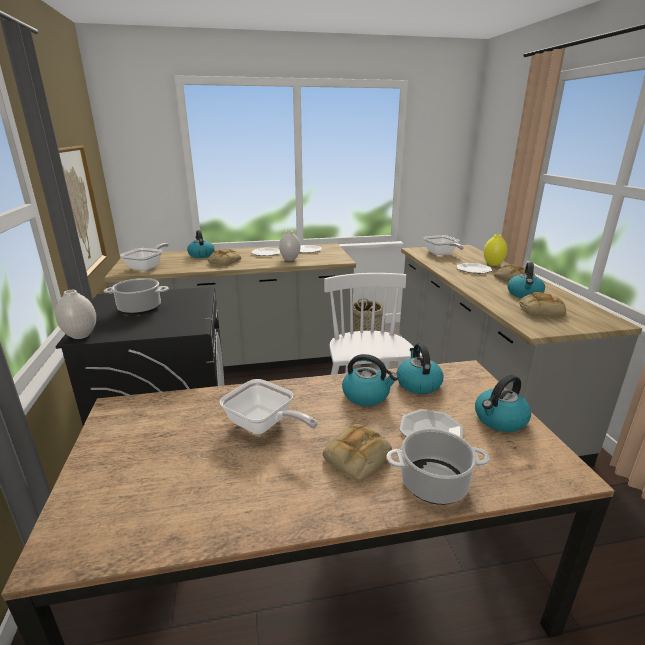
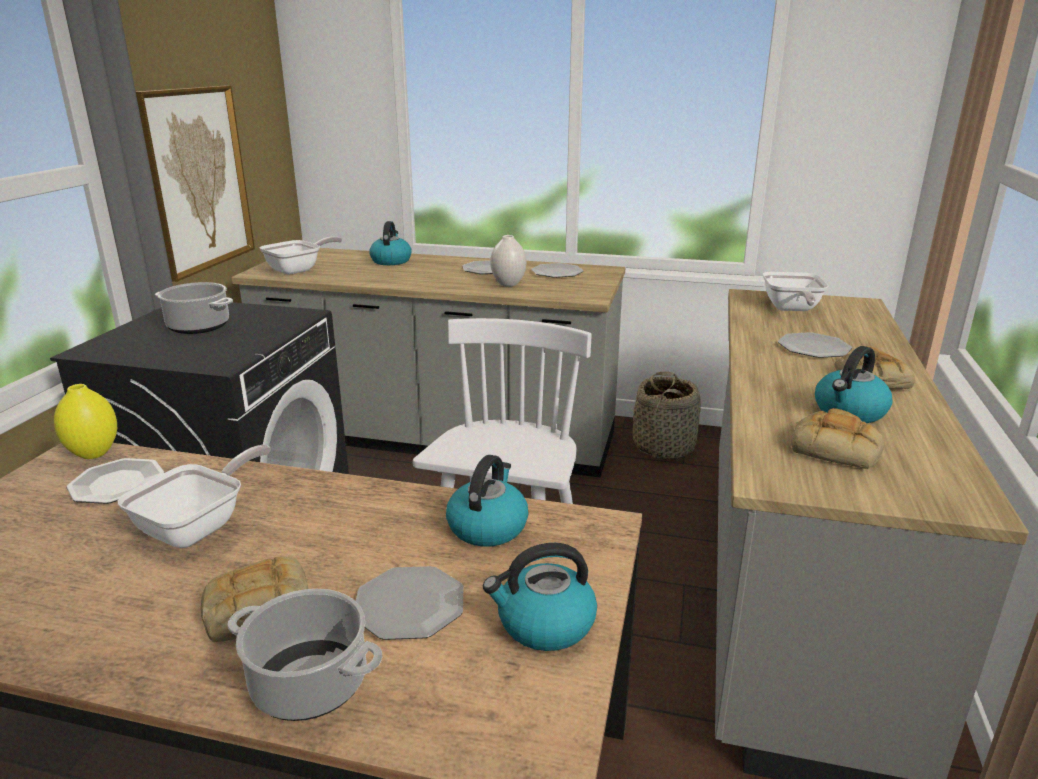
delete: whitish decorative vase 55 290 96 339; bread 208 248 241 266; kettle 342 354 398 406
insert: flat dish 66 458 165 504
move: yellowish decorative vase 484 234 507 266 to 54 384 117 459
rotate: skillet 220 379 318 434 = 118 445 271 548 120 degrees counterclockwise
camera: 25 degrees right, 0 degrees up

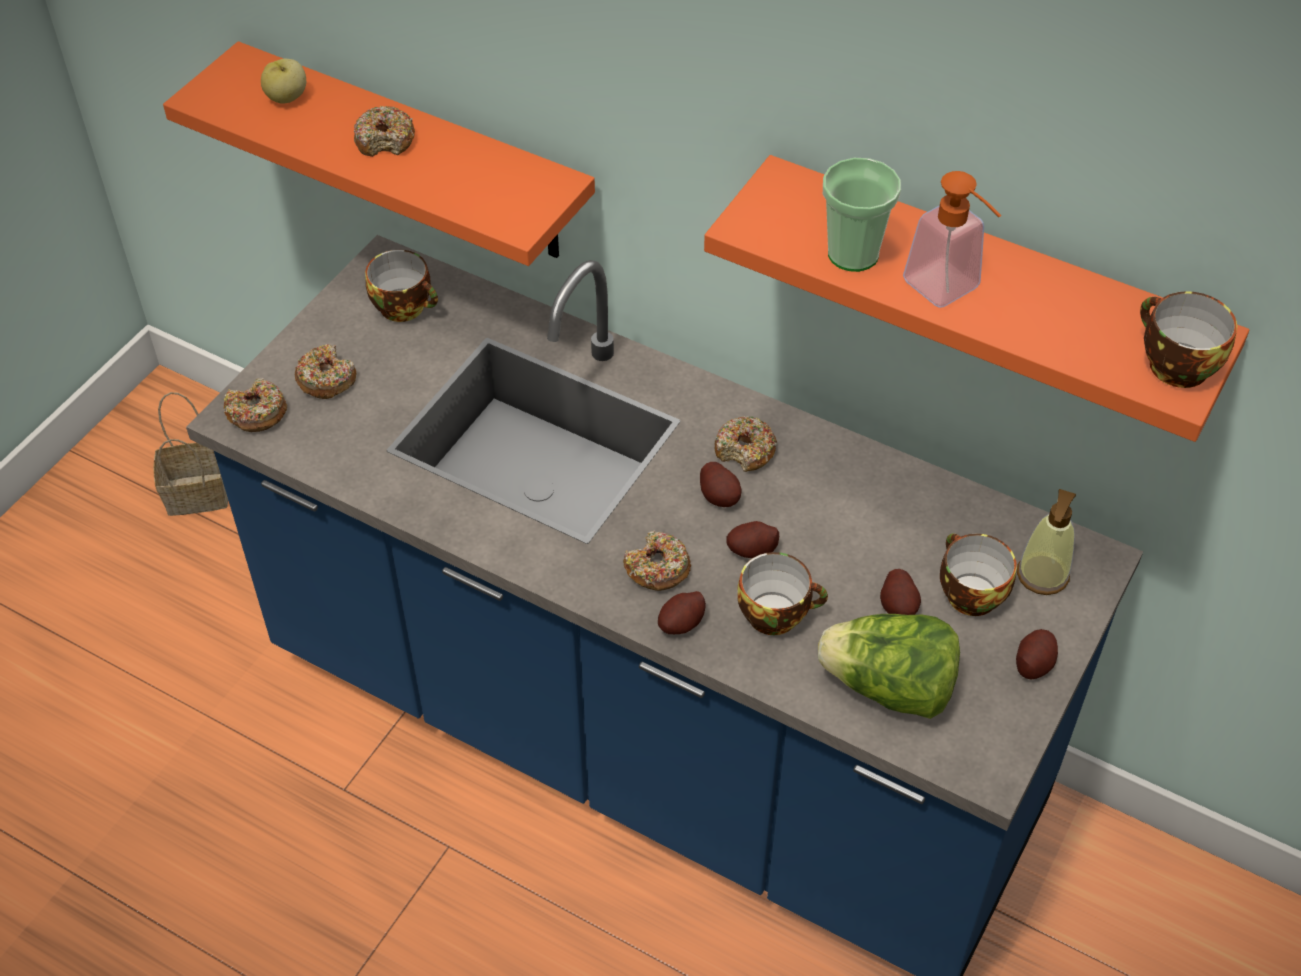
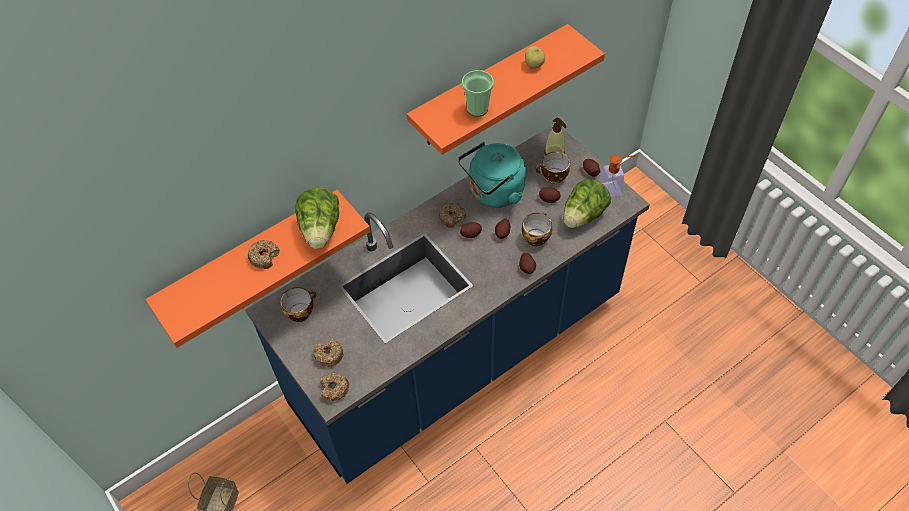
delete: ring doughnut 623 531 691 591; drinking cup 1140 291 1237 388
insert: head of lettuce 295 188 339 249; blue-green kettle 458 142 526 208
move: apple 261 59 306 104 to 525 46 545 69; soap dispenser 903 171 1001 308 to 599 155 636 197
camera: 65 degrees left, 5 degrees up

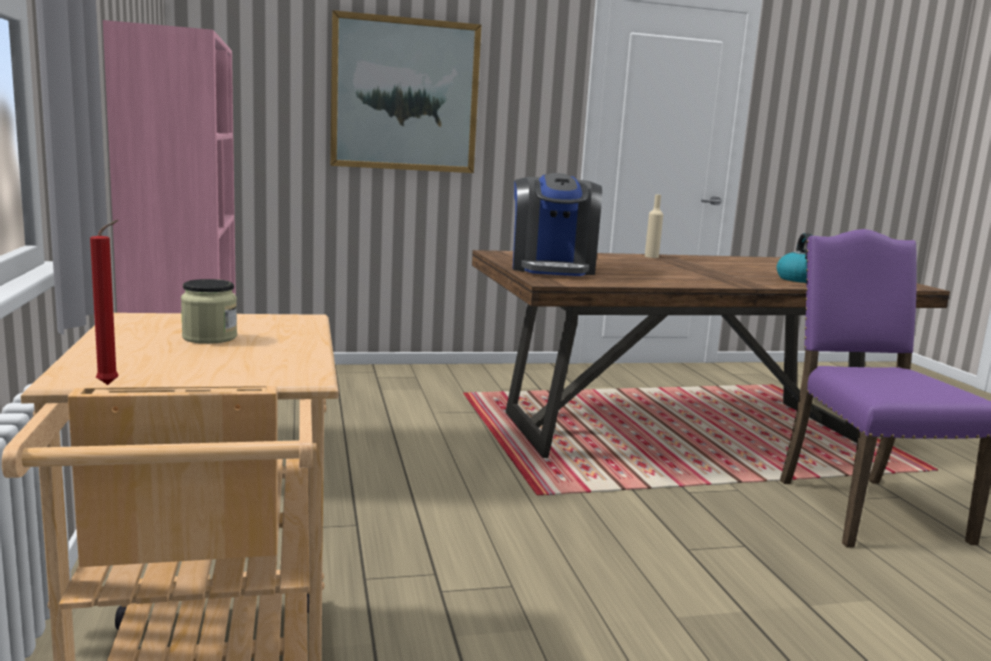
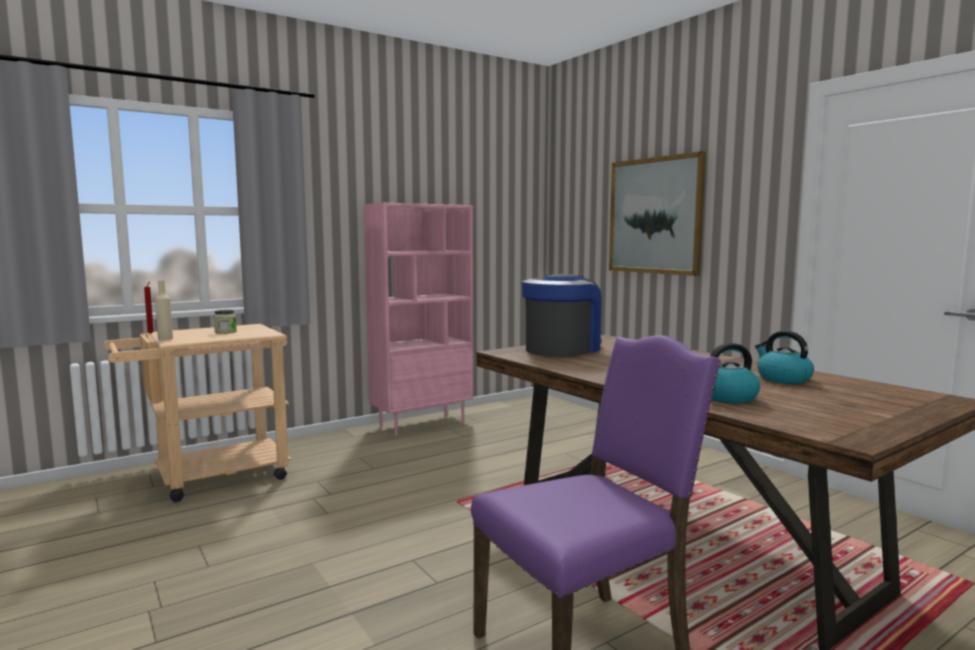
insert: kettle 755 331 814 384
move: beige bottle 645 195 663 258 to 155 280 173 340
rotate: coffee machine 513 173 602 276 = 522 274 602 357 150 degrees clockwise
camera: 70 degrees right, 5 degrees down

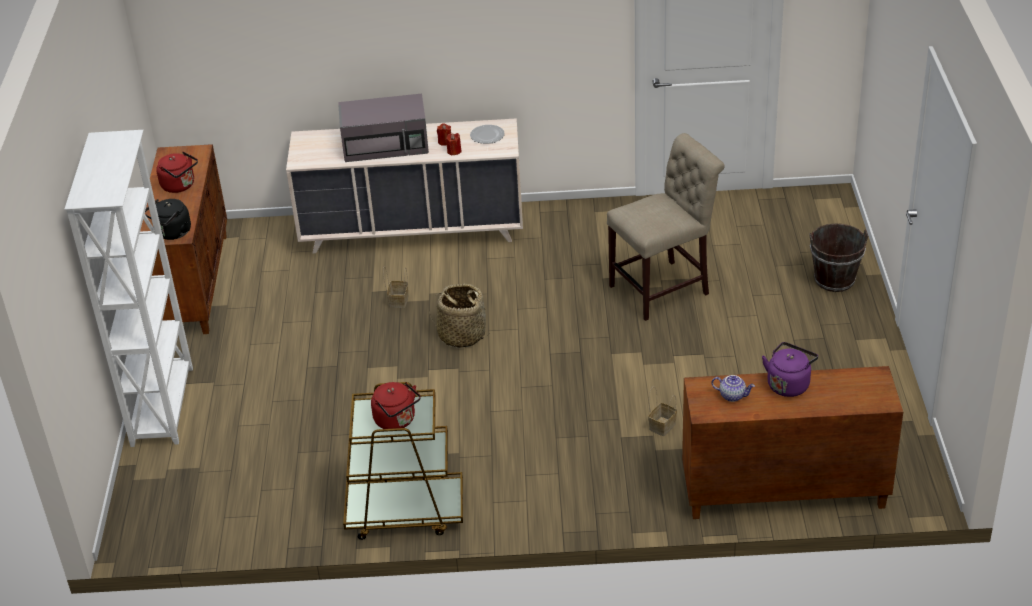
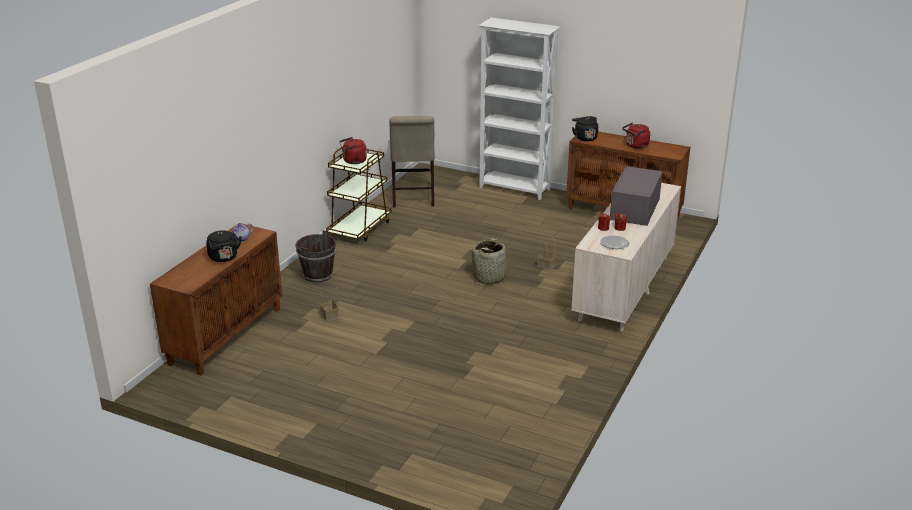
move: beige chair 607 133 724 321 to 389 116 435 207; brown-coloured pail 809 223 868 292 to 295 230 336 283
recolor: purplish kettle 762 342 818 397 to black-coloured kettle 206 230 242 262
camera: 115 degrees right, 10 degrees down

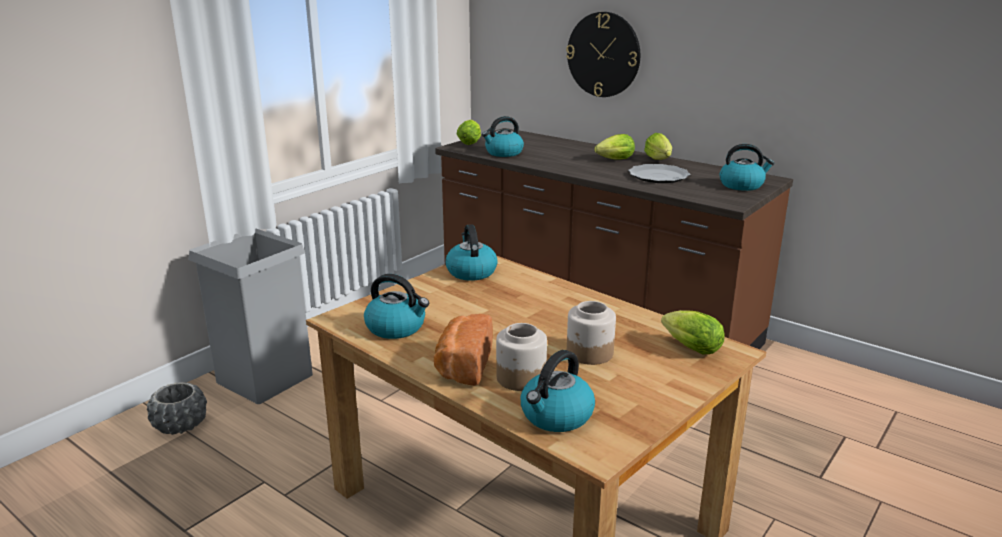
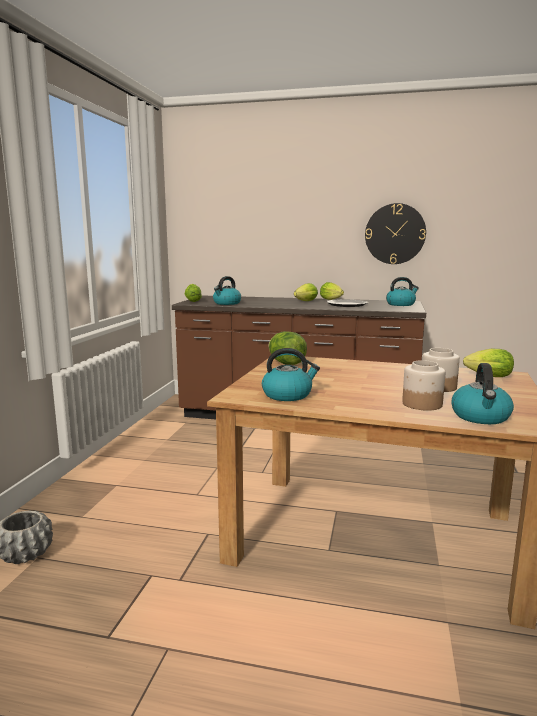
delete: gray trash can 189 228 313 404; bread 434 314 493 386
move: hanging clock 566 12 640 97 to 365 203 426 264
replace: kettle 446 224 498 281 to head of lettuce 269 331 307 365
camera: 25 degrees left, 10 degrees down

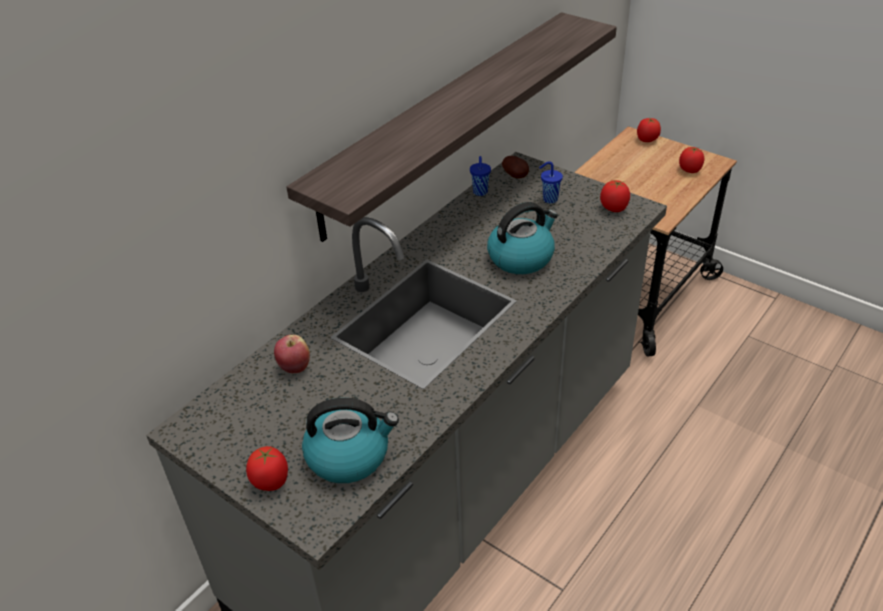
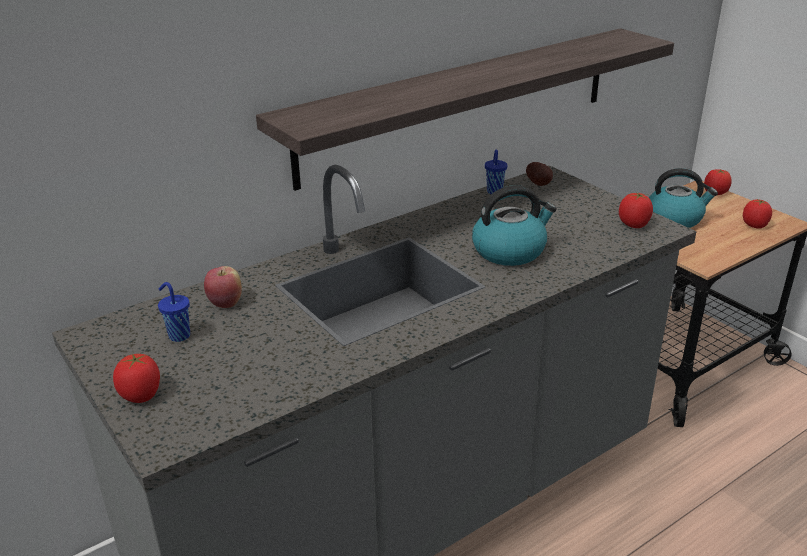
move: kettle 302 398 399 483 to 649 168 718 228; blue drinking cup 539 161 563 203 to 158 282 190 342
camera: 15 degrees right, 10 degrees down

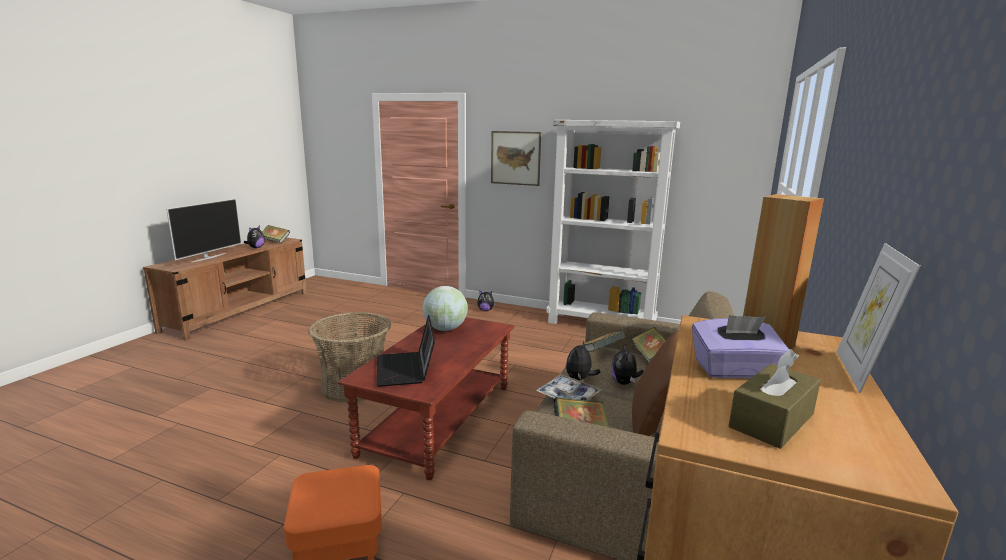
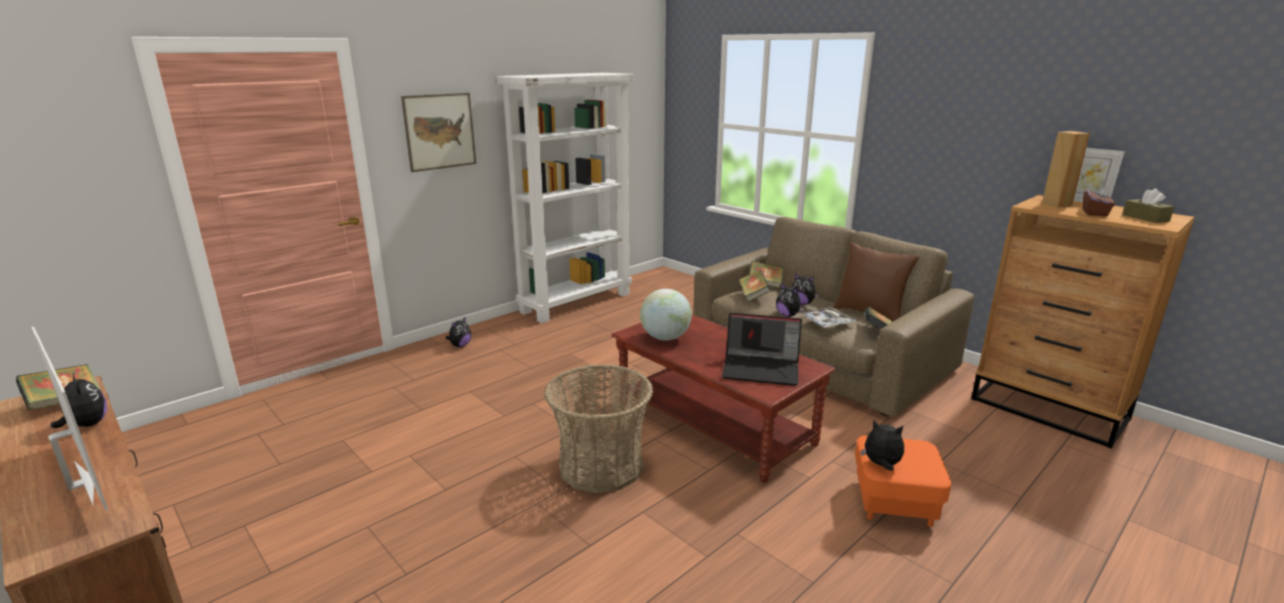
insert: cuddly toy 861 421 904 471
recolor: purplish tissue holder 692 315 789 378 to brown-coloured tissue holder 1082 185 1115 217
camera: 65 degrees left, 5 degrees up

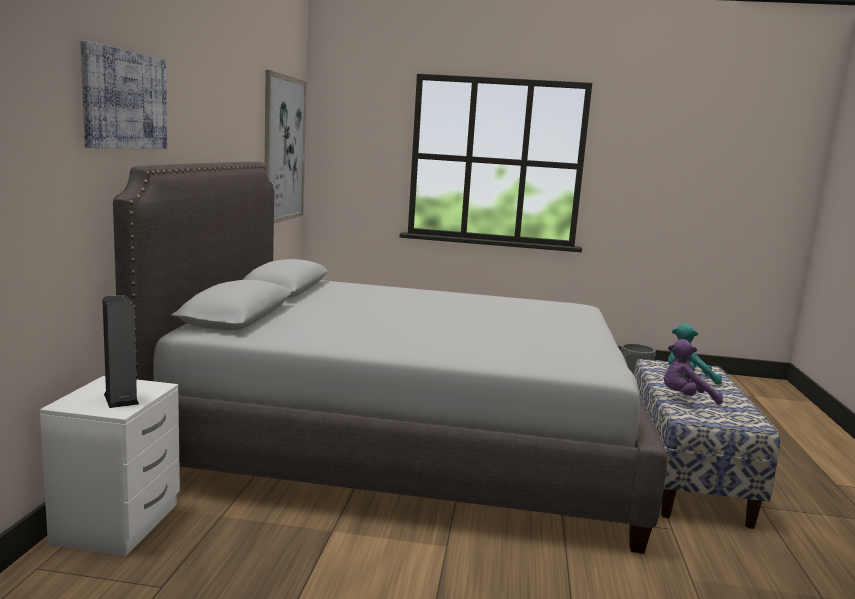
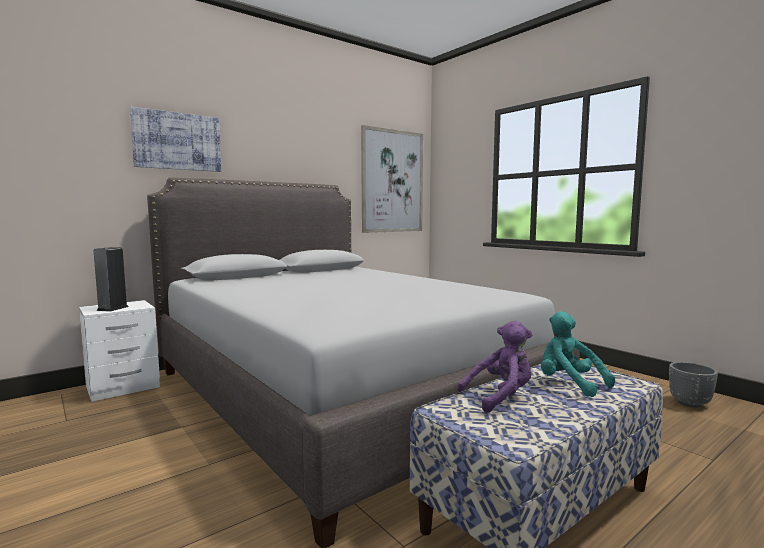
rotate: purplish cuddly toy 664 339 723 405 = 457 321 533 413 120 degrees clockwise
camera: 45 degrees right, 5 degrees down

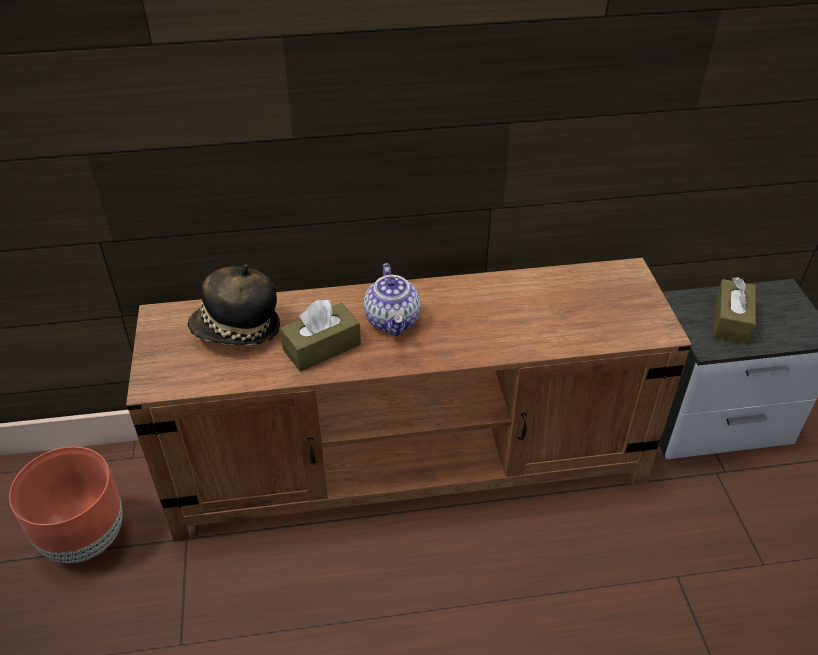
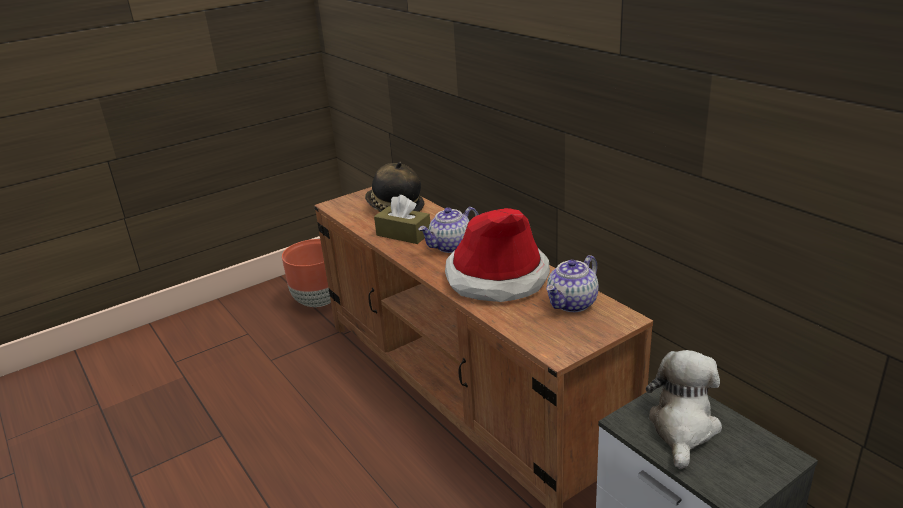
insert: clothing hat 445 208 550 302; tea pot 546 255 598 312
replace: brown-coloured tissue holder 714 277 756 344 to cuddly toy 646 350 722 469
camera: 65 degrees right, 15 degrees down

